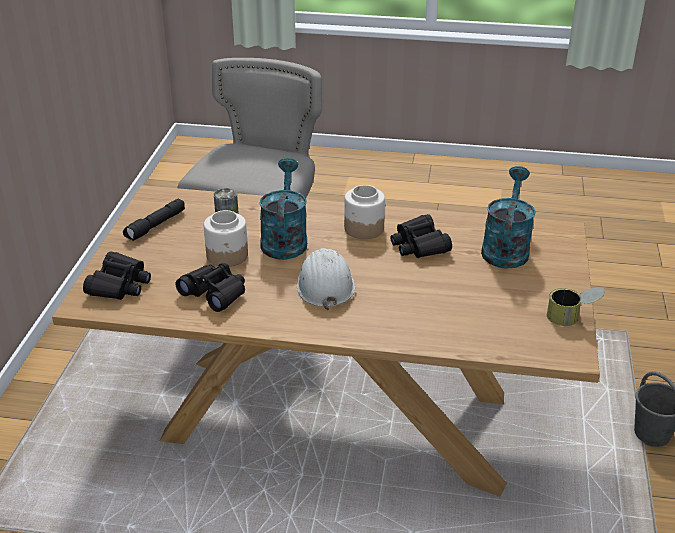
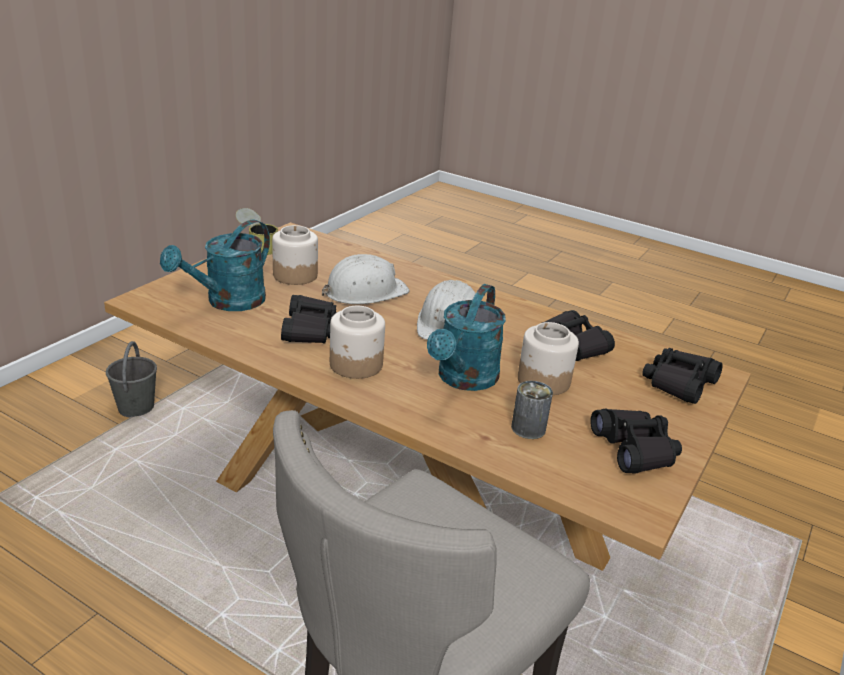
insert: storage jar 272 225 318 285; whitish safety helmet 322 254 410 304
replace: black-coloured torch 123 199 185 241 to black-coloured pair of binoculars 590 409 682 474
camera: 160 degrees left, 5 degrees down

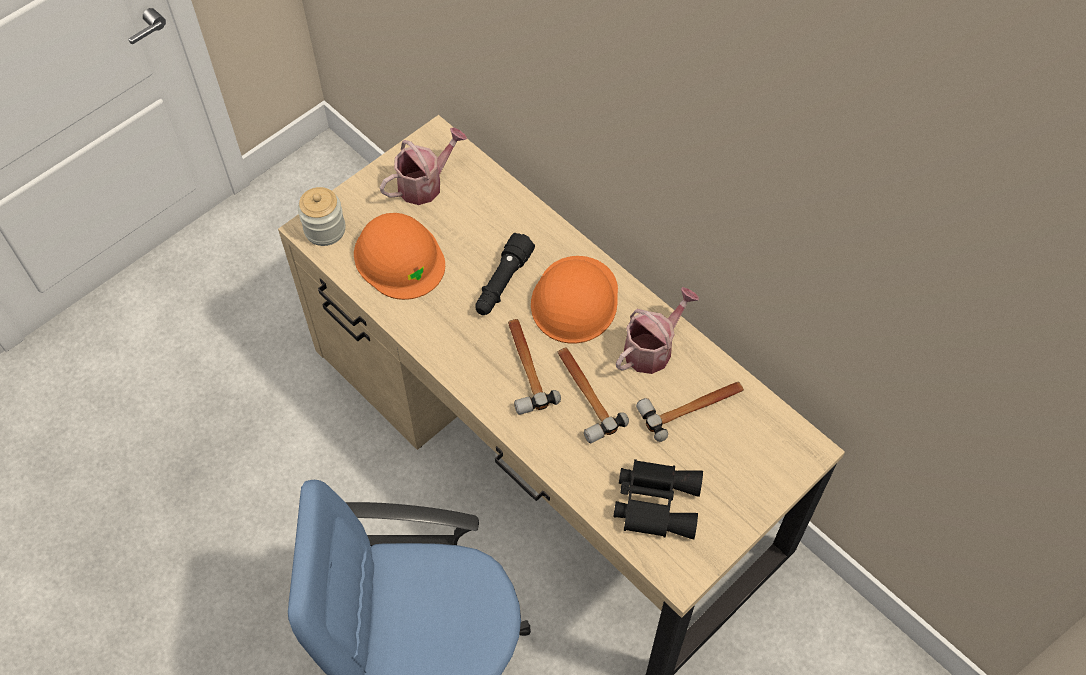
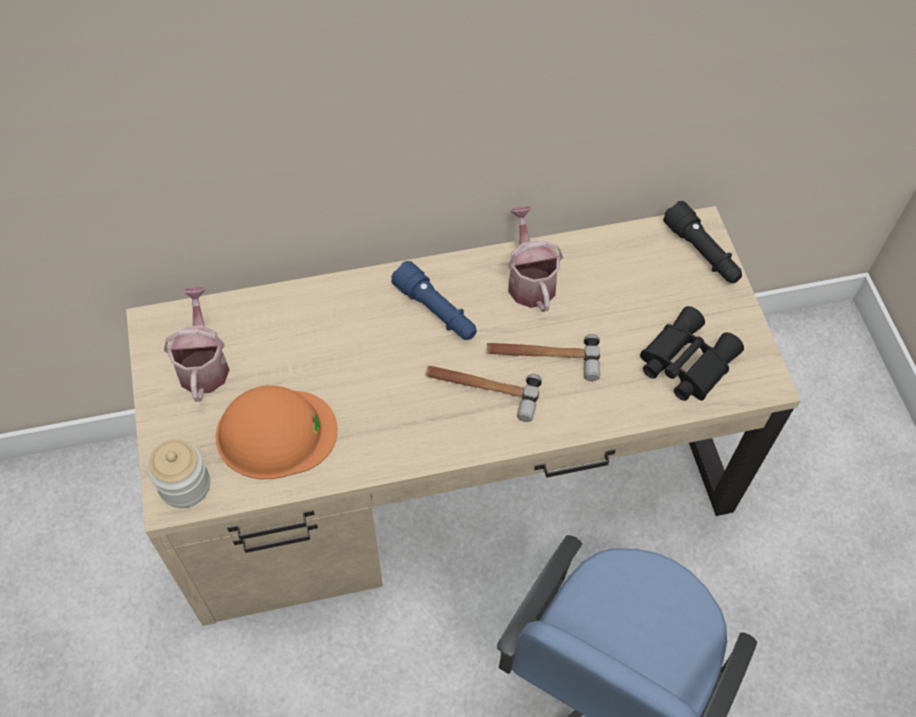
delete: hammer 636 382 744 442
move: black-coloured torch 475 233 535 315 to 663 201 742 283
replace: orangey safety helmet 531 256 618 344 to blue torch 391 261 477 340
camera: 60 degrees left, 0 degrees up

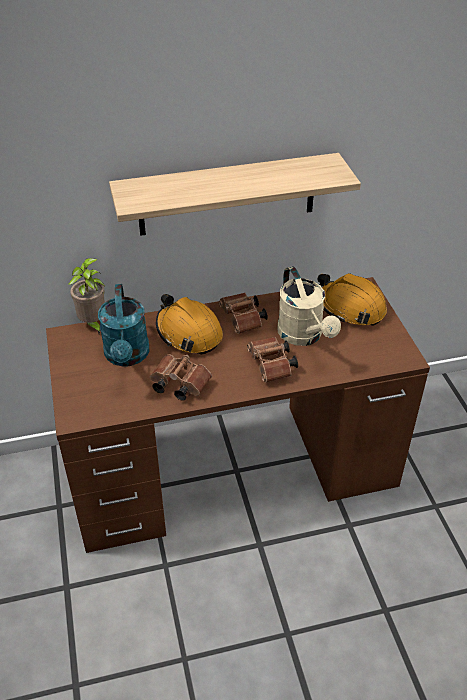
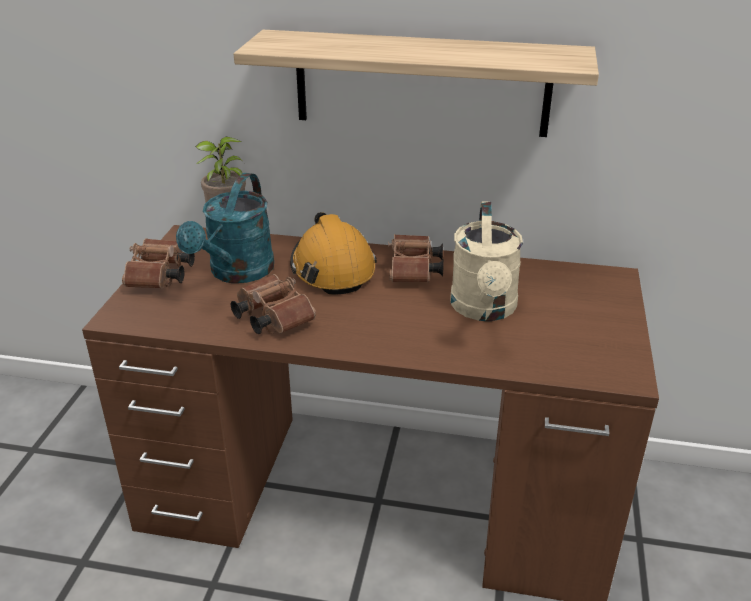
delete: orangey safety helmet 318 273 387 326
move: brown-coloured pair of binoculars 247 337 298 383 to 122 238 195 288
camera: 25 degrees right, 10 degrees down

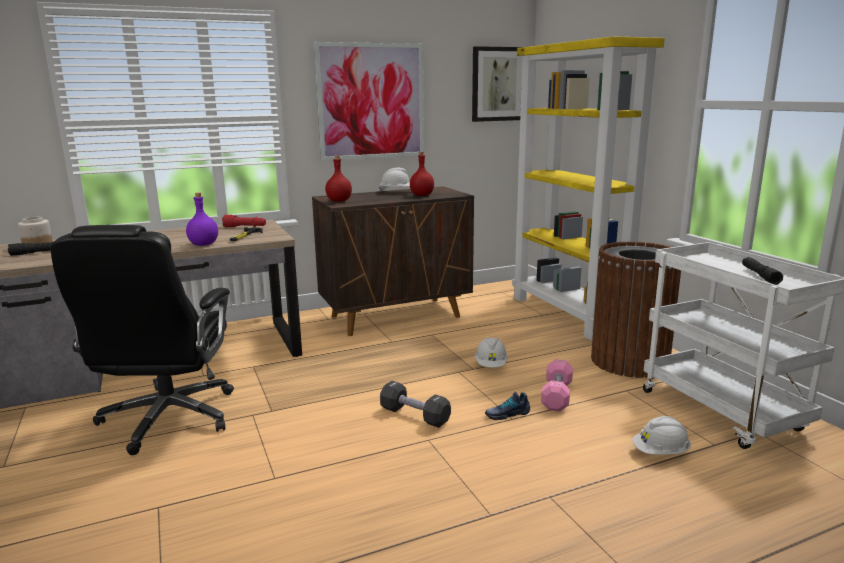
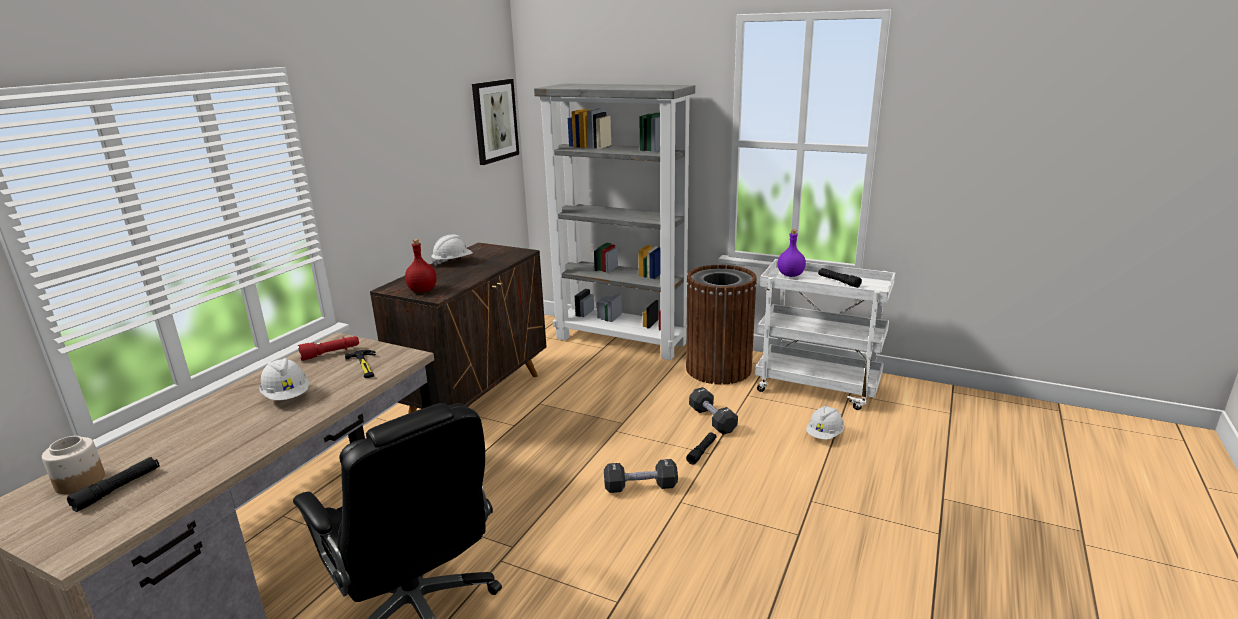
delete: wall art 314 42 424 161; red bottle 410 152 434 196
move: purplish bottle 186 193 218 246 to 778 230 806 277; whitish safety helmet 475 337 508 367 to 259 358 309 400
replace: low shoe 485 392 530 420 to black-coloured torch 686 433 717 465
recolor: yellowish bookcase 512 36 665 341 to gray bookcase 534 84 695 360; pinkish dumbbell 541 359 573 411 to black-coloured dumbbell 689 387 738 435
camera: 40 degrees left, 5 degrees up

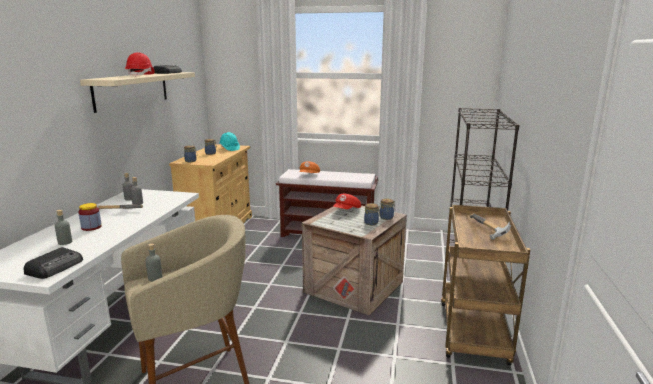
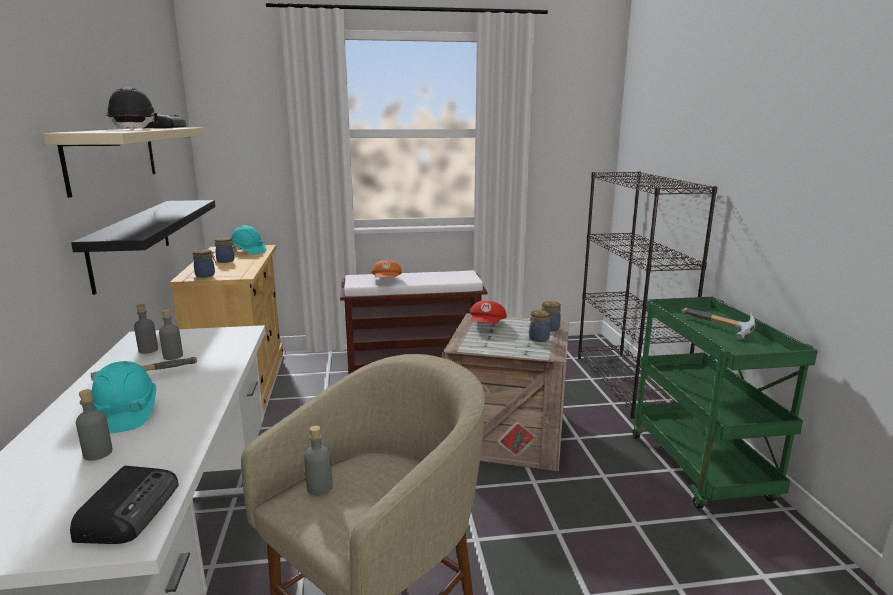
insert: black-coloured shelf 71 200 215 295
replace: storage jar 78 203 102 231 to blue-green safety helmet 92 361 156 433
recolor: red safety helmet 125 52 155 76 to black-coloured safety helmet 106 87 157 130; brown-coloured cart 441 205 530 366 to greenish cart 633 297 818 509
camera: 20 degrees left, 0 degrees up

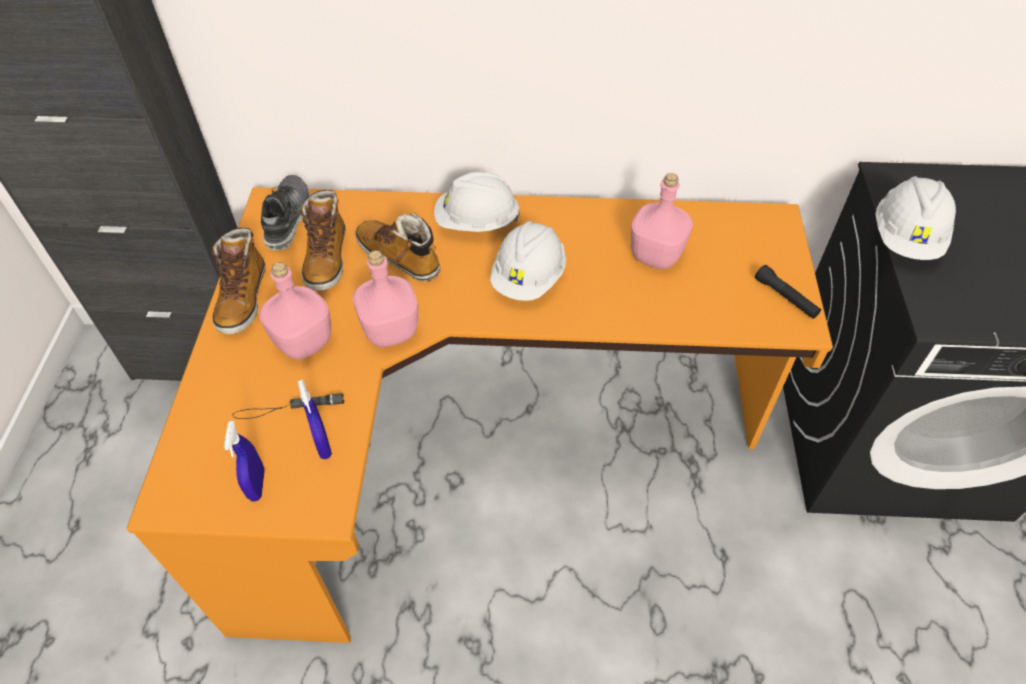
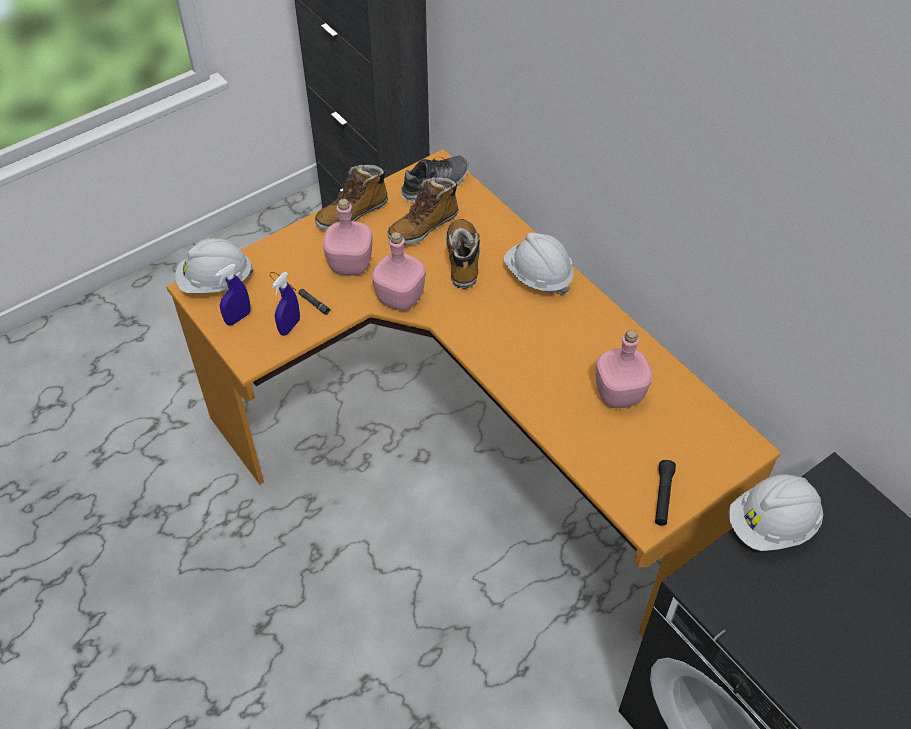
move: whitish safety helmet 490 221 566 301 to 175 238 253 293
camera: 50 degrees right, 0 degrees up

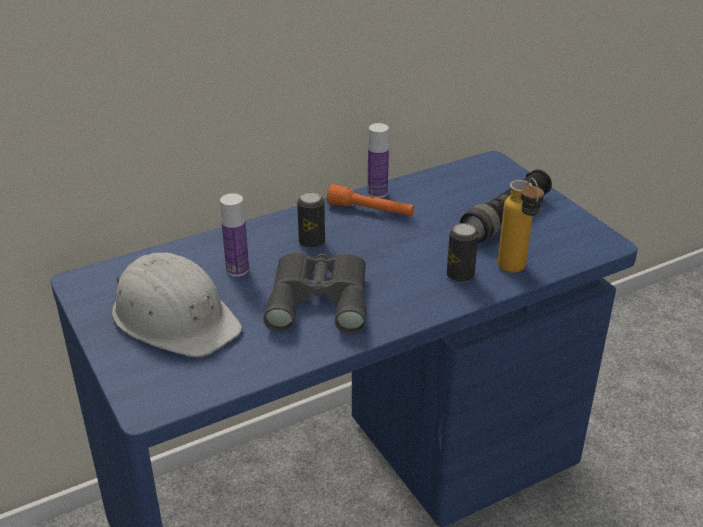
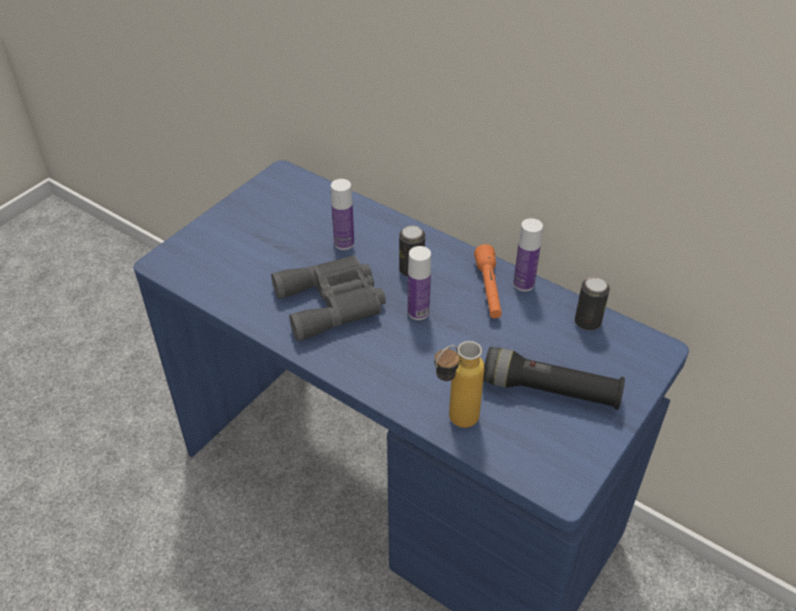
delete: whitish safety helmet 112 253 242 357
insert: bottle 408 246 431 320
move: can 447 223 478 282 to 575 277 610 331
camera: 65 degrees right, 10 degrees up

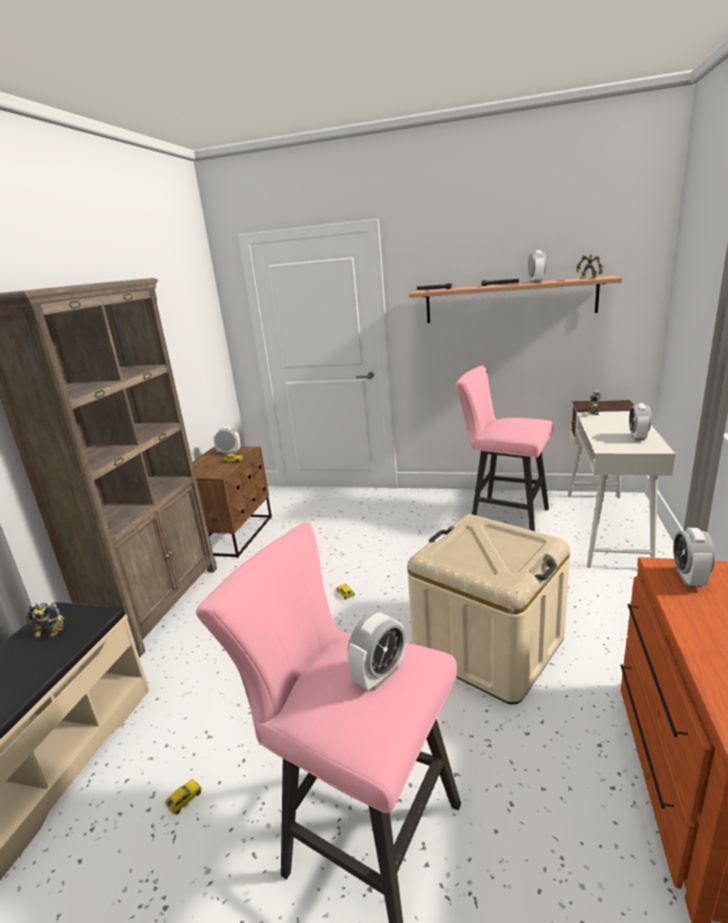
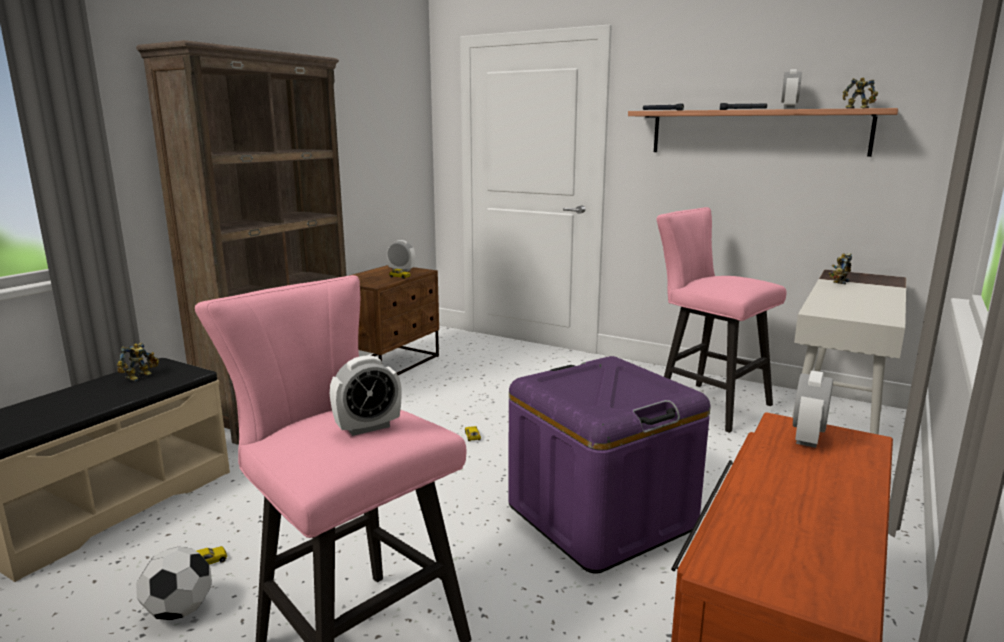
delete: table clock 629 403 652 441
insert: ball for football 136 547 212 620
recolor: beige storage container 407 514 570 705 to purplish storage container 508 356 710 573
rotate: toy robot 26 603 64 638 = 117 343 159 381 90 degrees counterclockwise
camera: 15 degrees right, 5 degrees down

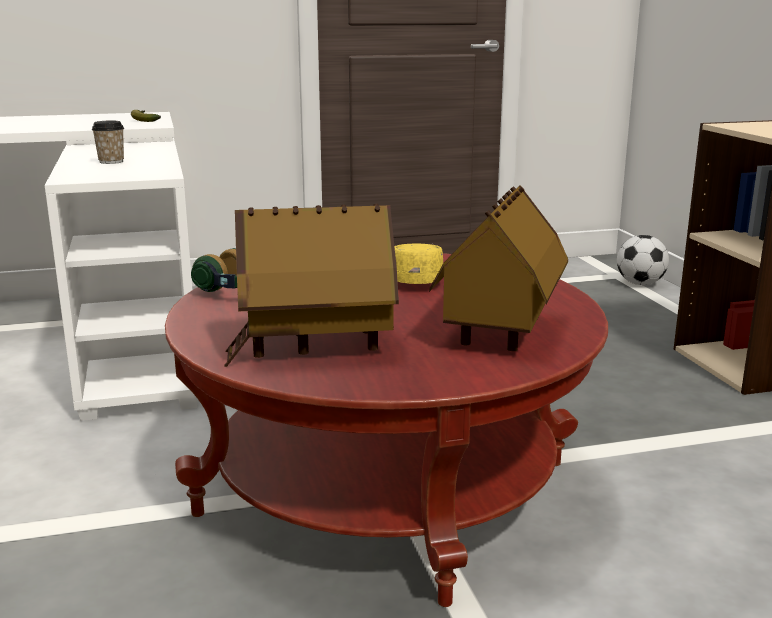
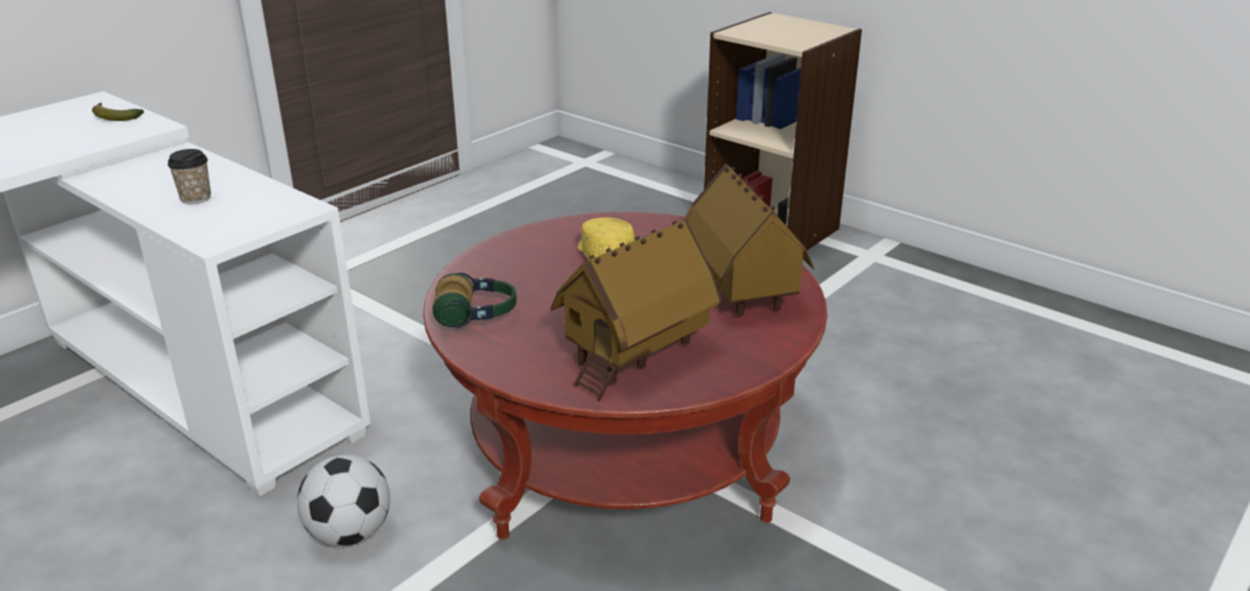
move: ball for football 617 235 669 285 to 297 454 390 546
camera: 35 degrees left, 10 degrees up

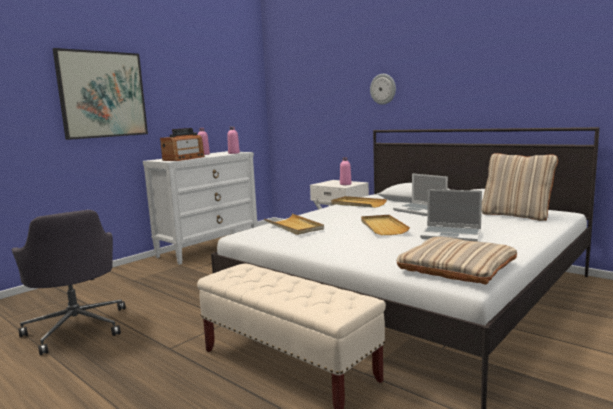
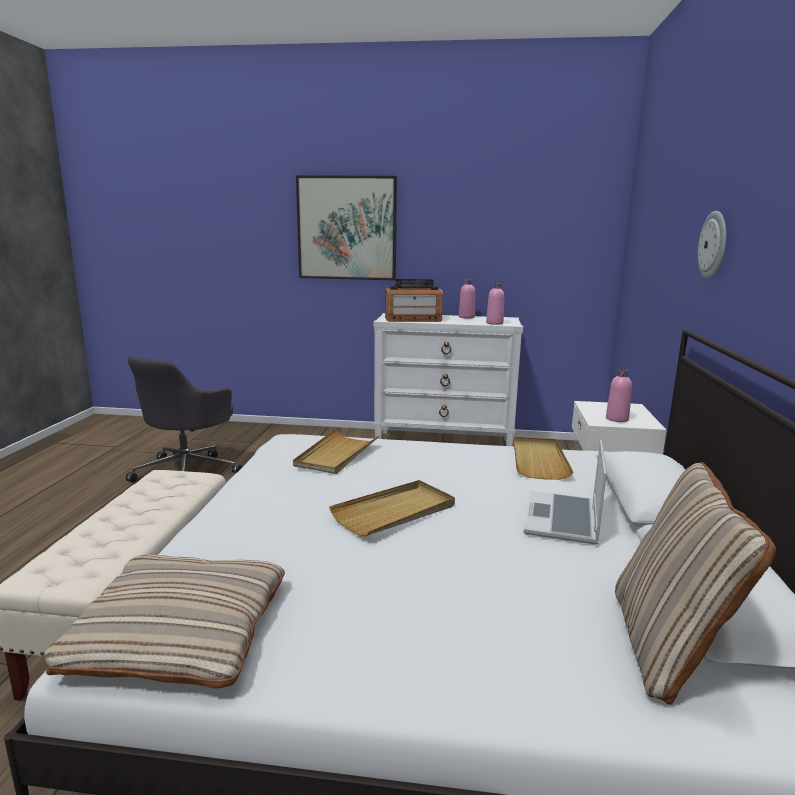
delete: laptop 420 189 482 242
camera: 55 degrees right, 5 degrees up

